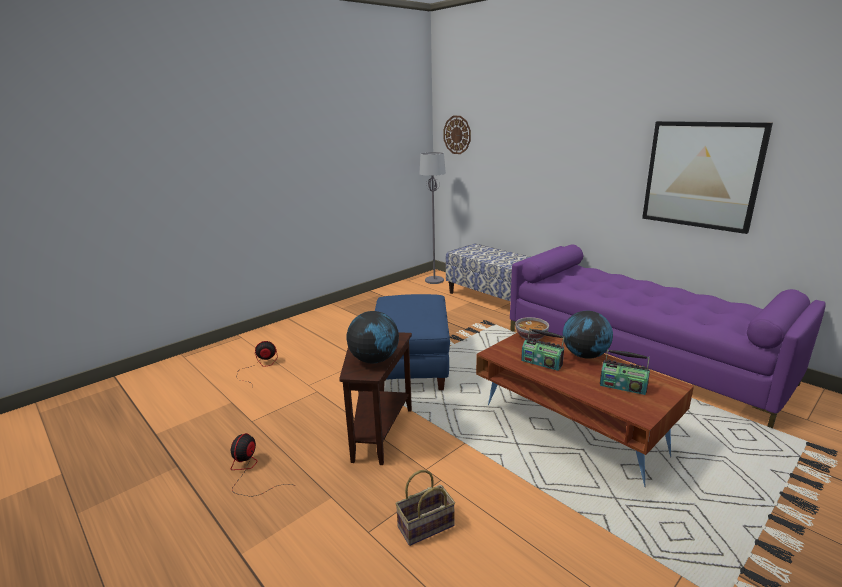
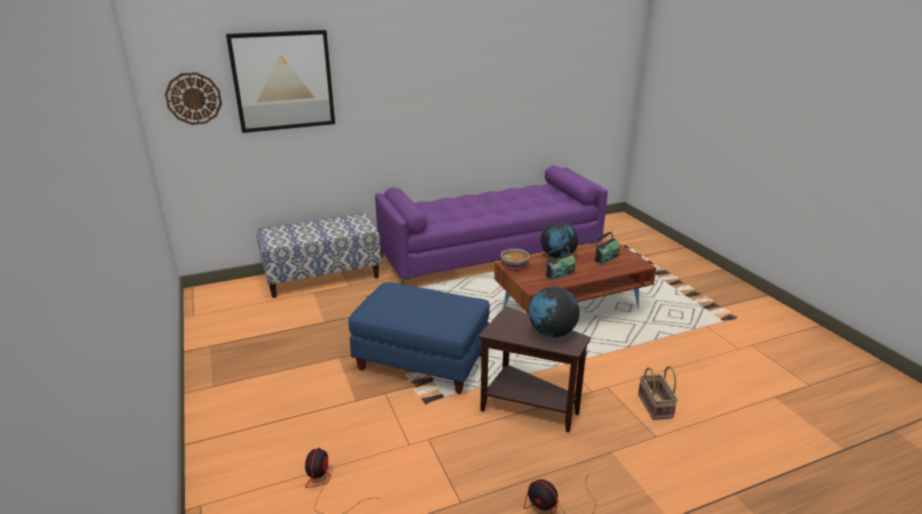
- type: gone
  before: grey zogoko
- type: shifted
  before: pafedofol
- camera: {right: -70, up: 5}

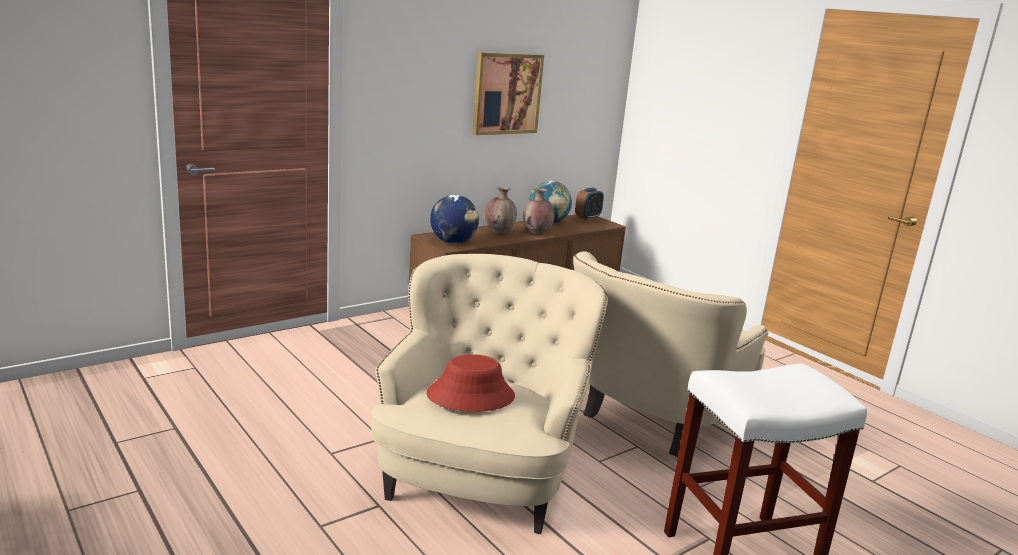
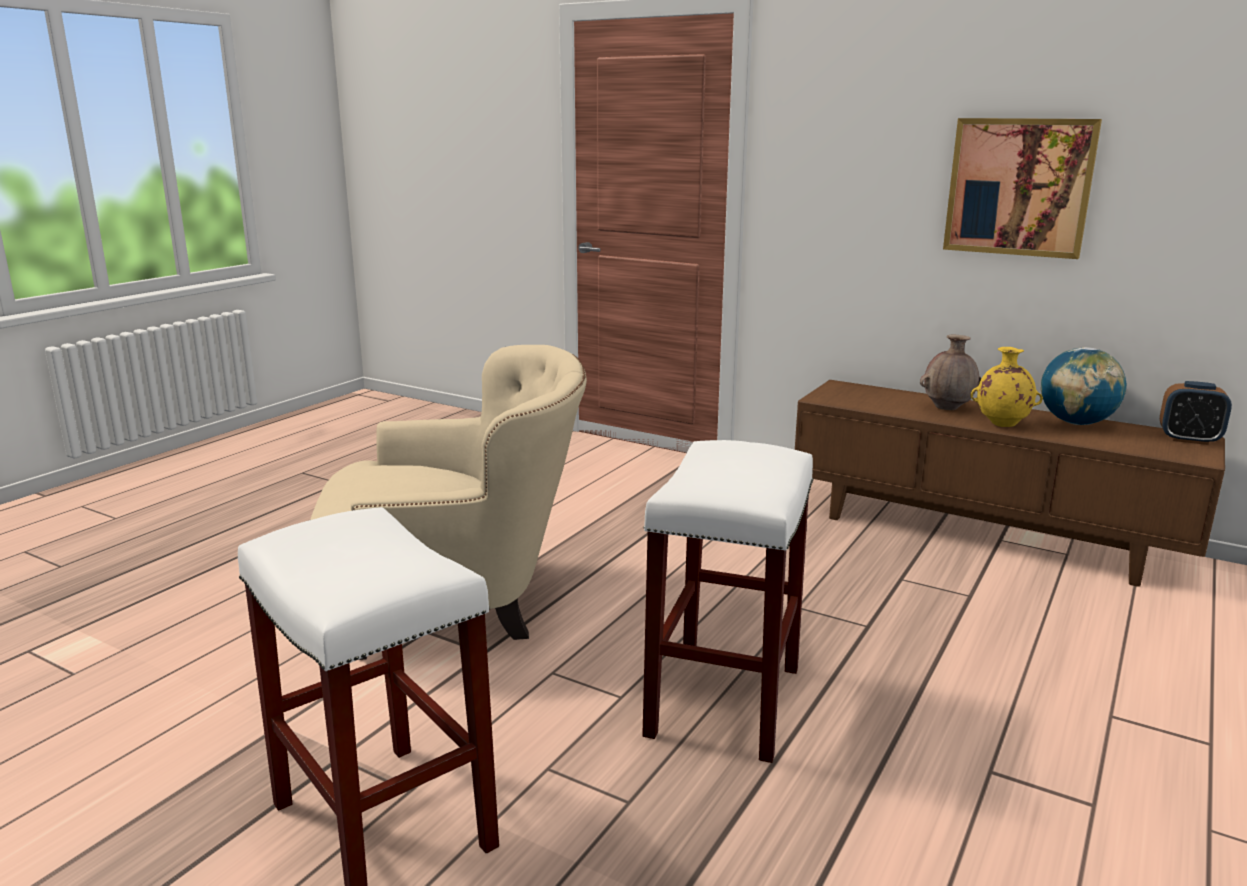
- type: gone
  before: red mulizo
- type: gone
  before: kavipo (no. 1 from left)
- type: swapped
  before: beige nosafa (no. 2 from left)
  after: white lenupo (no. 2 from left)
- type: repainted
  before: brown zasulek (no. 2 from left)
  after: yellow zasulek
- camera: {right: 70, up: 0}

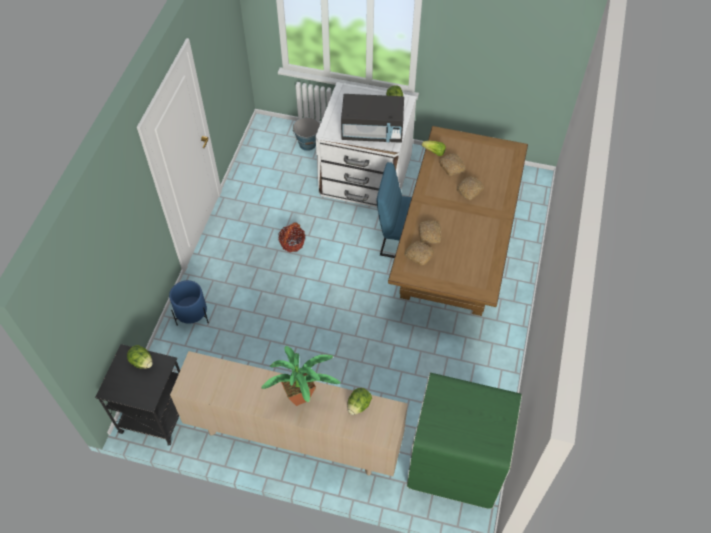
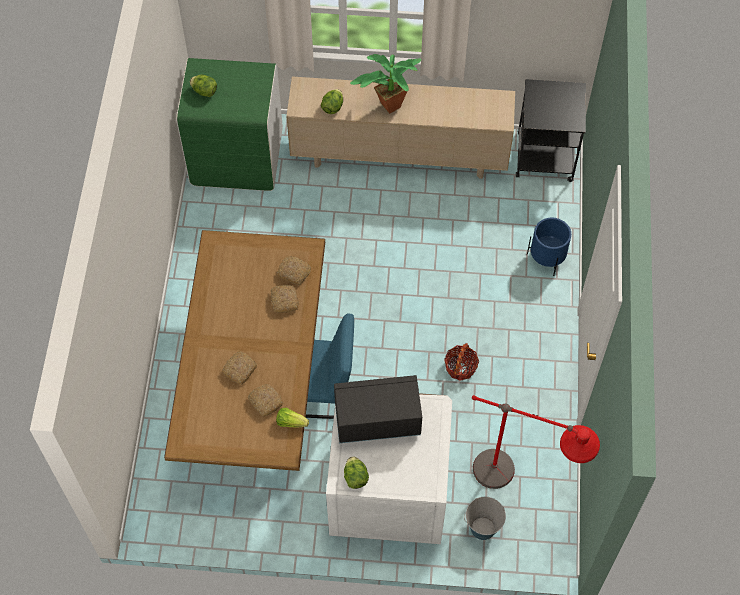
- type: new
  after: red zogoko
- type: shifted
  before: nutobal (no. 1 from left)
- camera: {right: 170, up: 5}

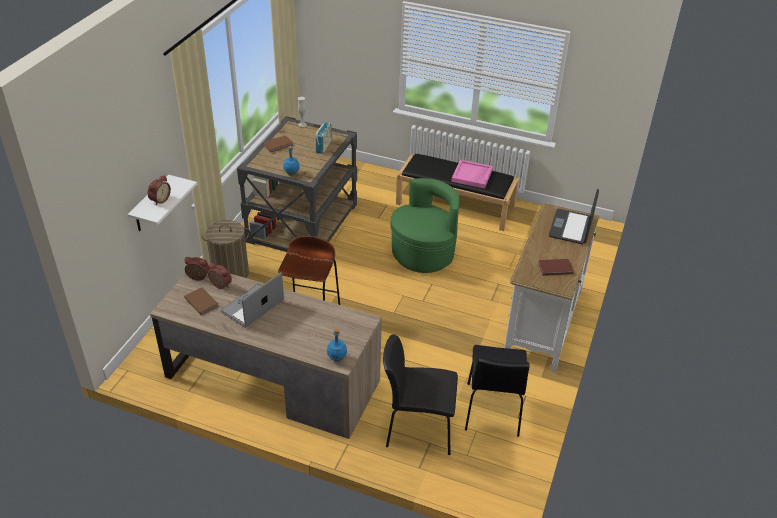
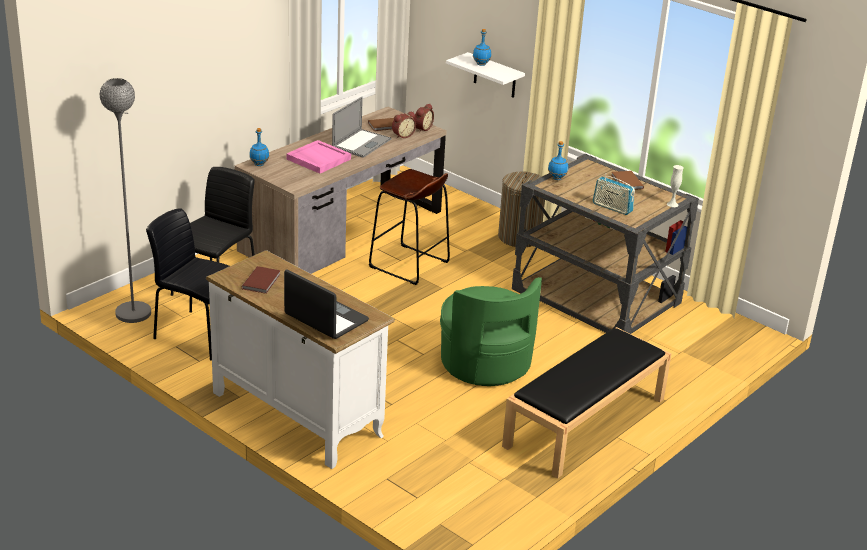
- type: new
  after: grey zogoko
- type: shifted
  before: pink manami
- type: swapped
  before: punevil (no. 1 from left)
  after: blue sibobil (no. 2 from left)
- type: rotated
  before: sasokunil (no. 1 from left in the first image)
  turn: 60
- camera: {right: 110, up: -10}

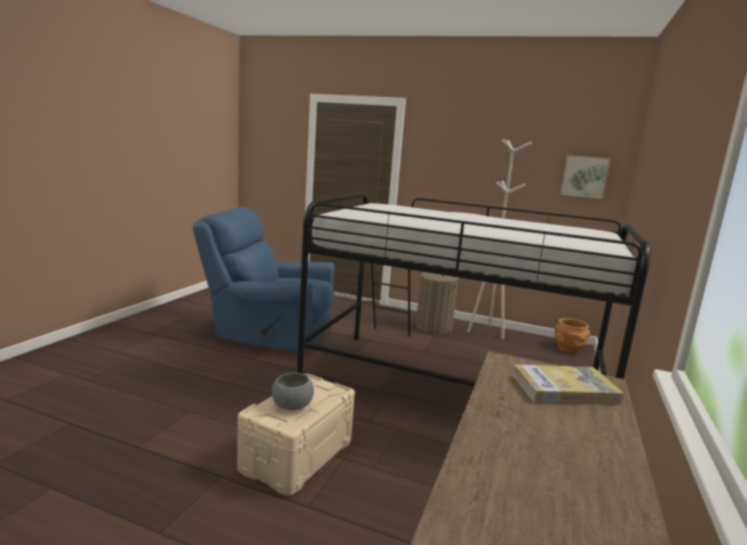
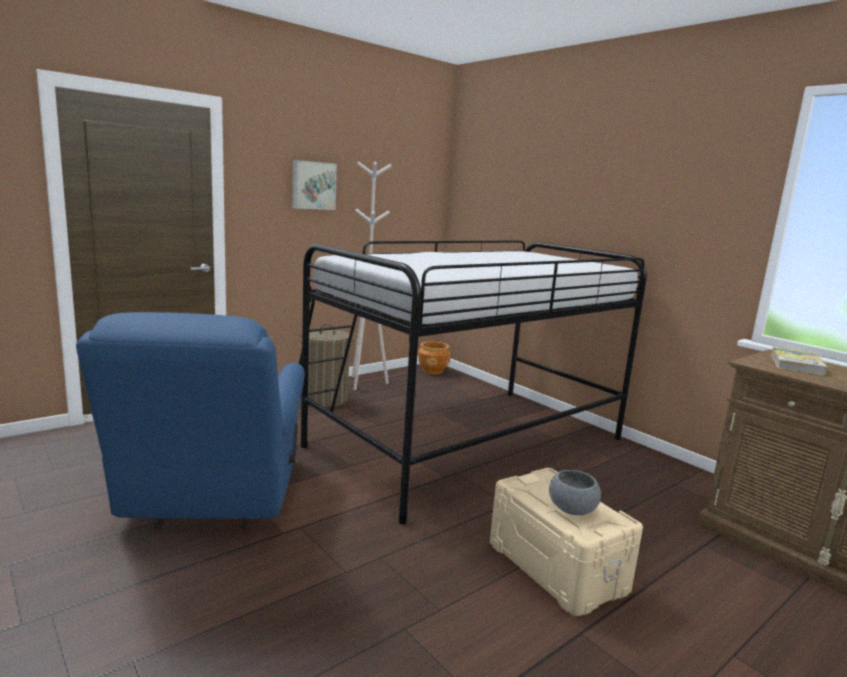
- type: shifted
  before: pafedofol
- type: rotated
  before: blue nosafa
  turn: -45
- camera: {right: -60, up: 0}

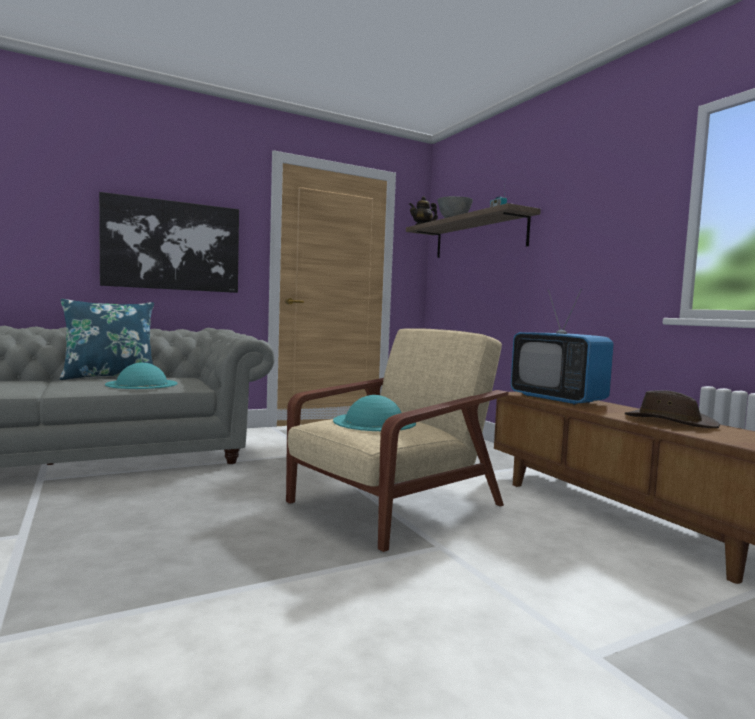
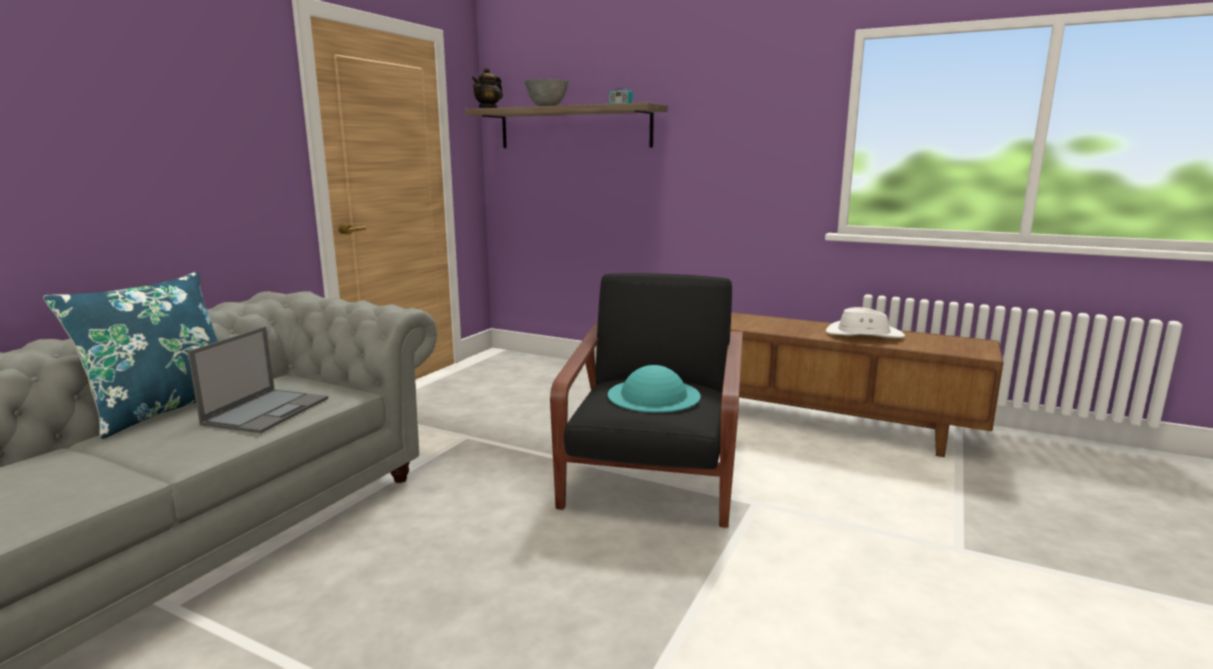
- type: gone
  before: pafedofol
- type: gone
  before: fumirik
- type: swapped
  before: turquoise mulizo (no. 1 from left)
  after: sasokunil
- type: repainted
  before: beige nosafa
  after: black nosafa
- type: repainted
  before: brown mulizo
  after: white mulizo
- camera: {right: -35, up: 10}

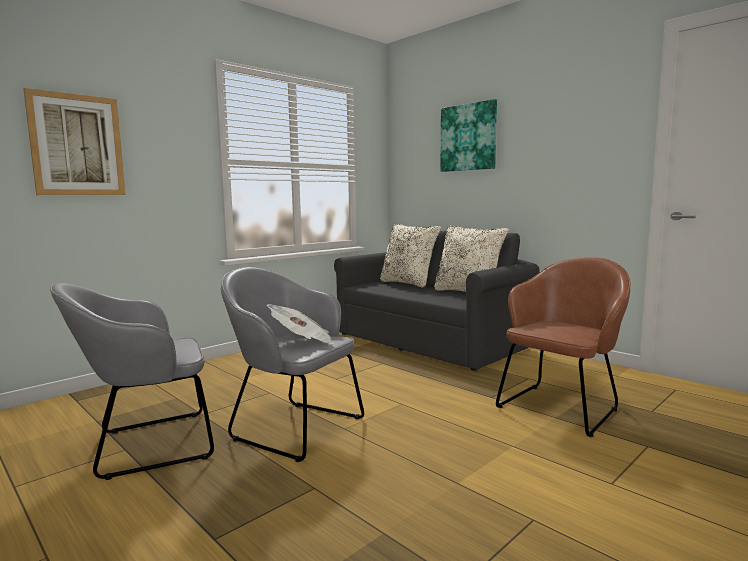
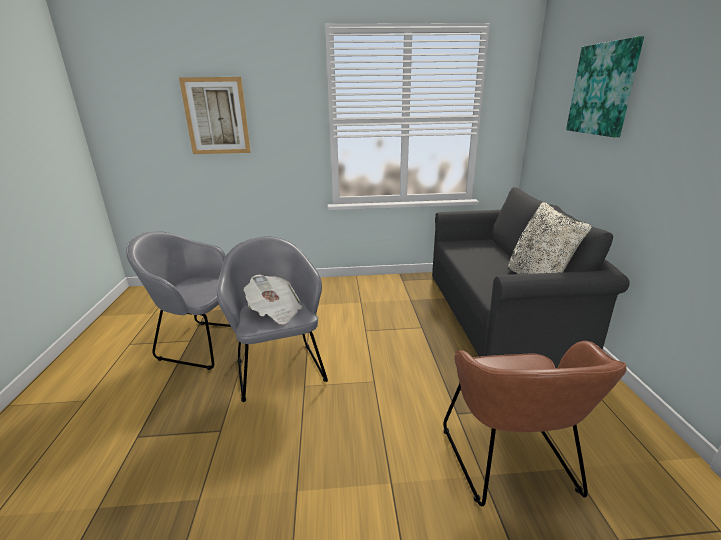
- type: gone
  before: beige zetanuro (no. 1 from left)
- type: rotated
  before: brown nosafa
  turn: 90
- camera: {right: 40, up: 15}

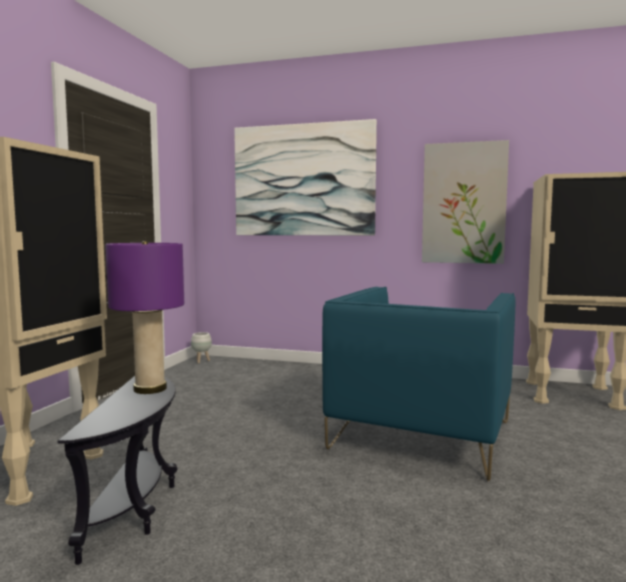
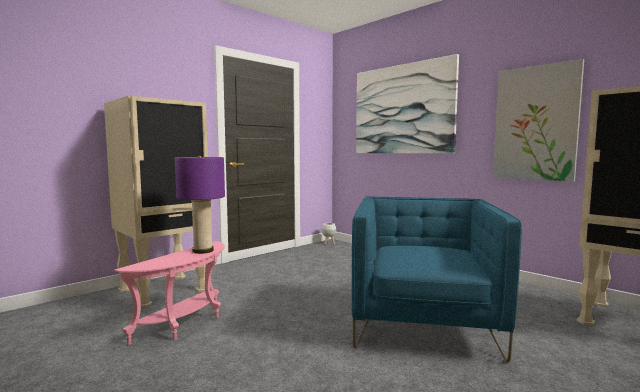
- type: repainted
  before: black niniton
  after: pink niniton
- type: rotated
  before: blue nosafa
  turn: 135
- camera: {right: 30, up: 0}

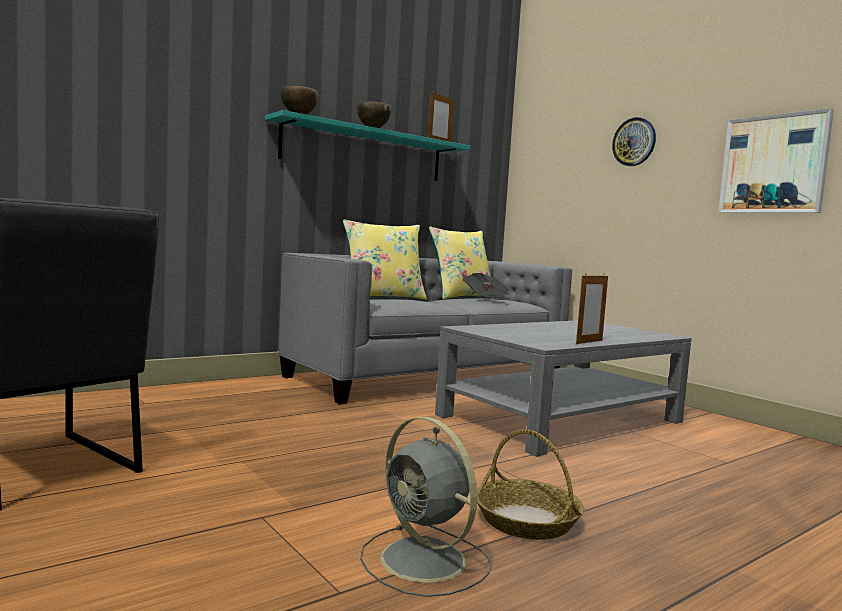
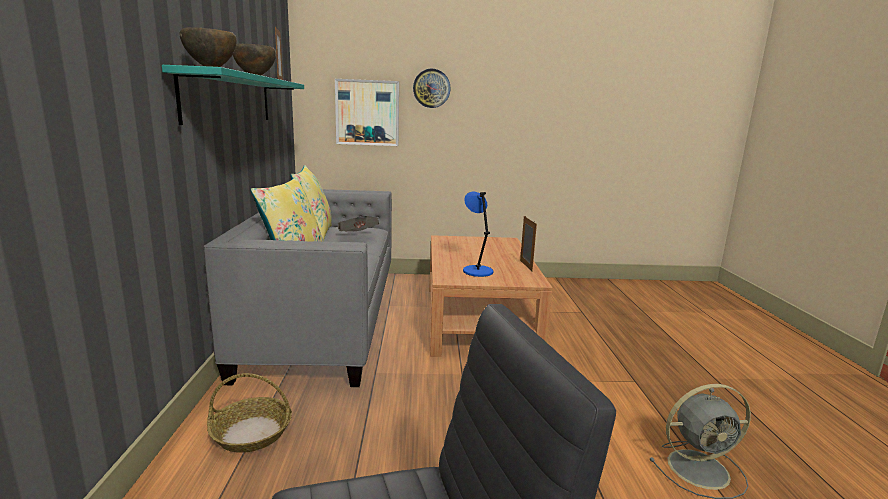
- type: new
  after: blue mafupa
- type: shifted
  before: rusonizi
- type: shifted
  before: pafedofol
- type: repainted
  before: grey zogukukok
  after: brown zogukukok
- camera: {right: -55, up: 10}

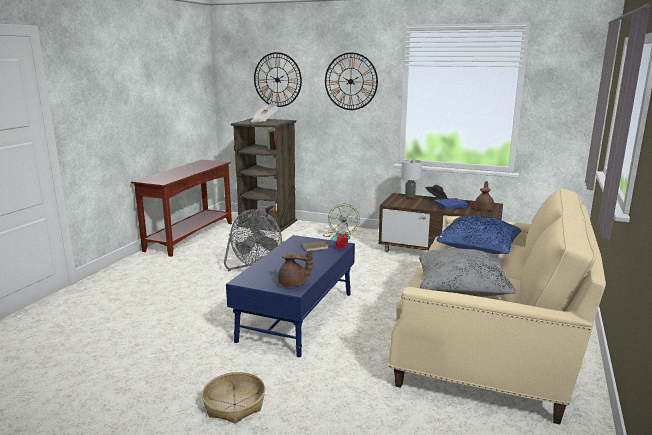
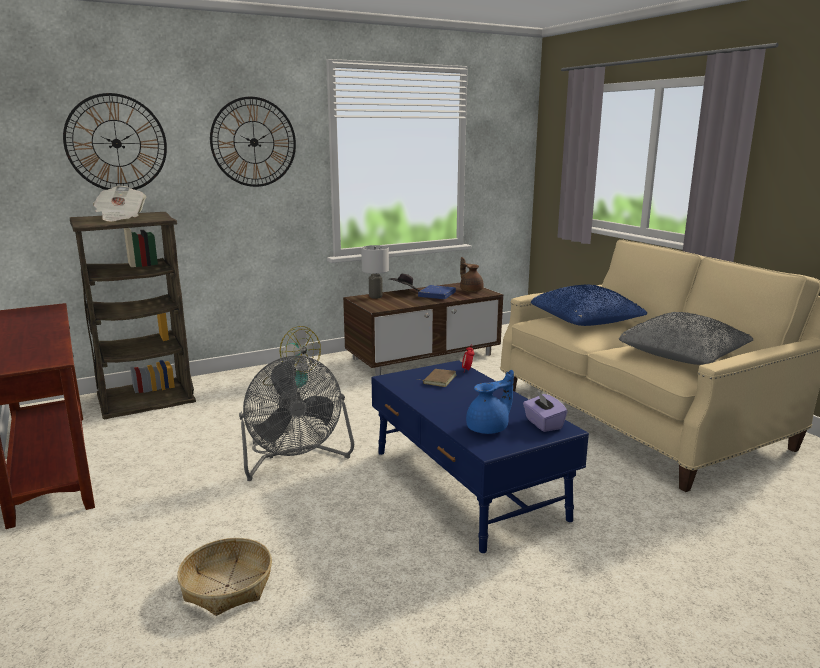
- type: new
  after: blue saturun
- type: shifted
  before: rusonizi
- type: swapped
  before: brown saturun (no. 1 from left)
  after: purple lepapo
- camera: {right: -50, up: 0}

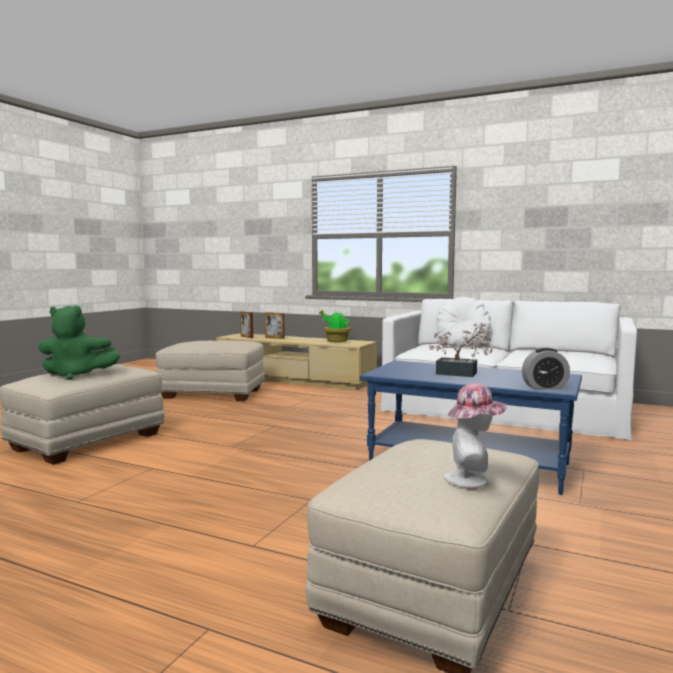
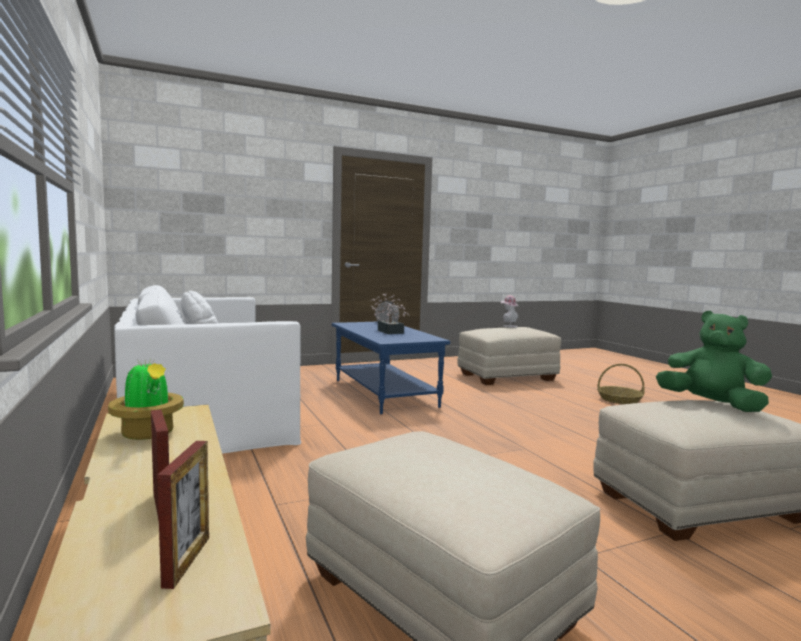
- type: new
  after: rusonizi
- camera: {right: -140, up: 0}

